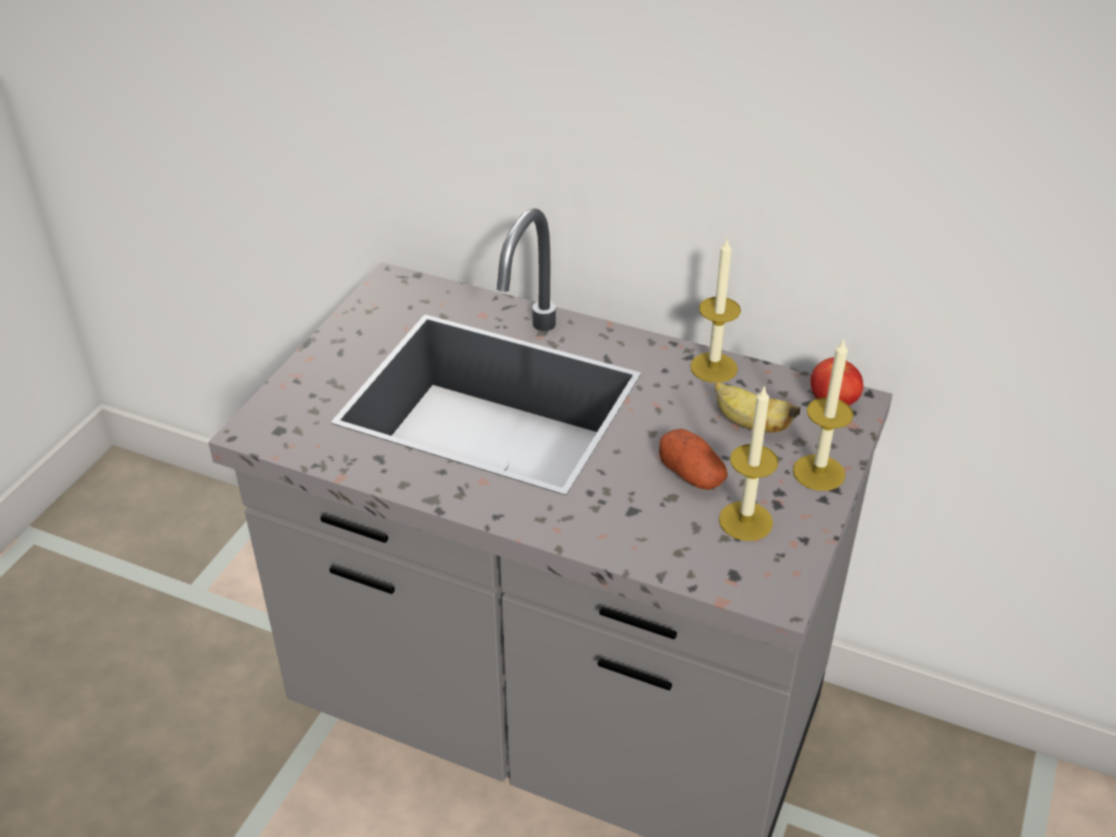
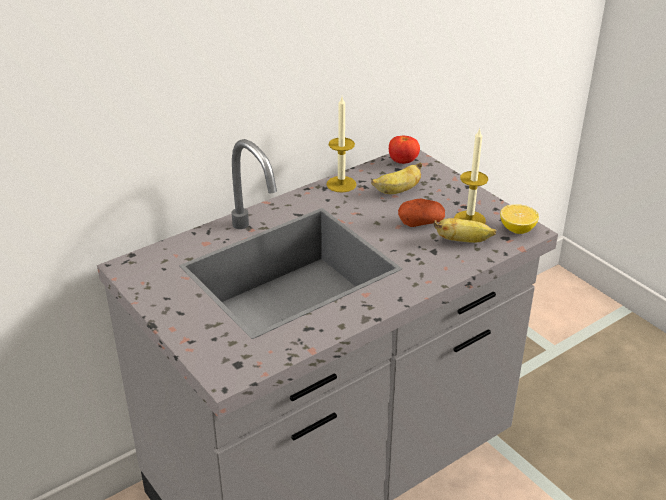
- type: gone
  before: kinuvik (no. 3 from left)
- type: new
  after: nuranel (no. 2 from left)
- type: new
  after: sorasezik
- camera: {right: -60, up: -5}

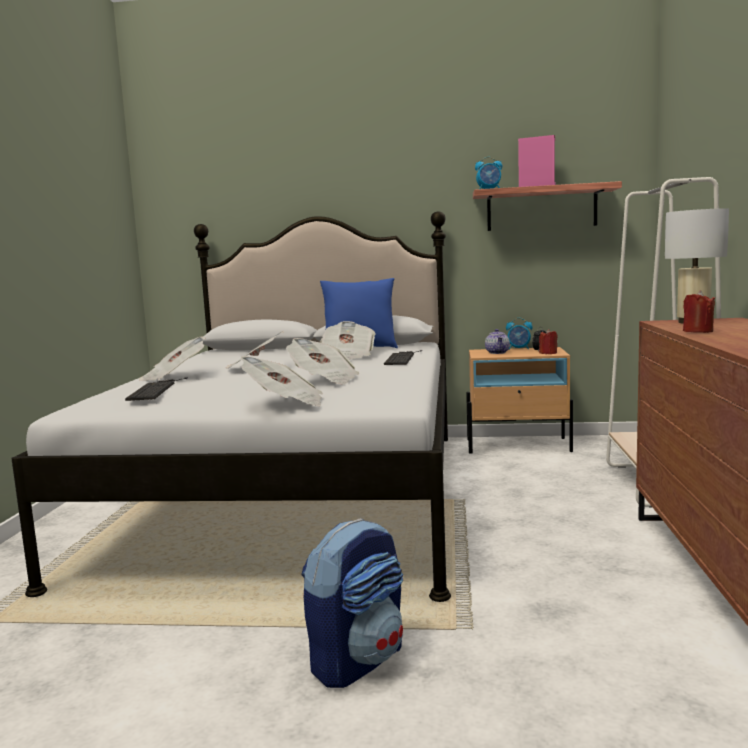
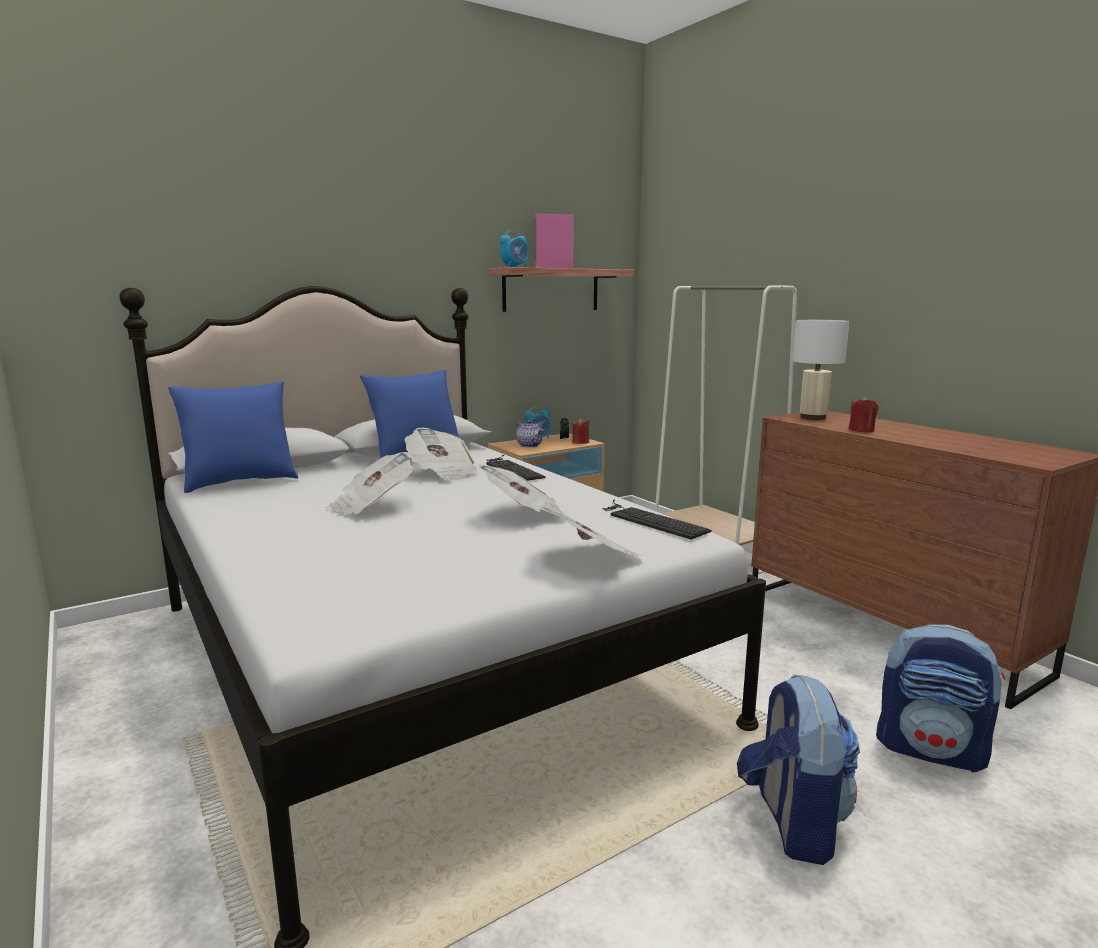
- type: gone
  before: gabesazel (no. 1 from left)
- type: new
  after: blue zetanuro (no. 1 from left)
- type: new
  after: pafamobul (no. 2 from left)
- type: shifted
  before: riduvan (no. 1 from left in the first image)
  after: riduvan (no. 2 from left)
- camera: {right: -40, up: 5}

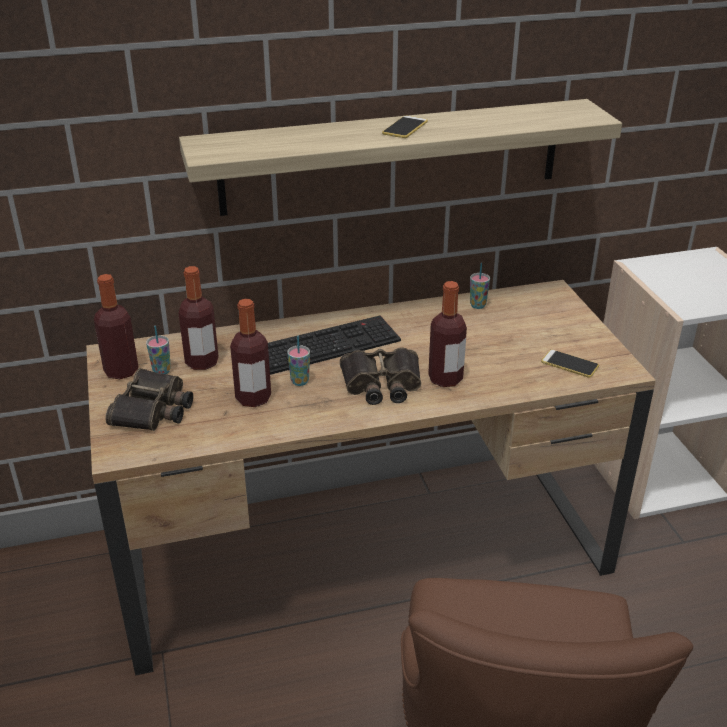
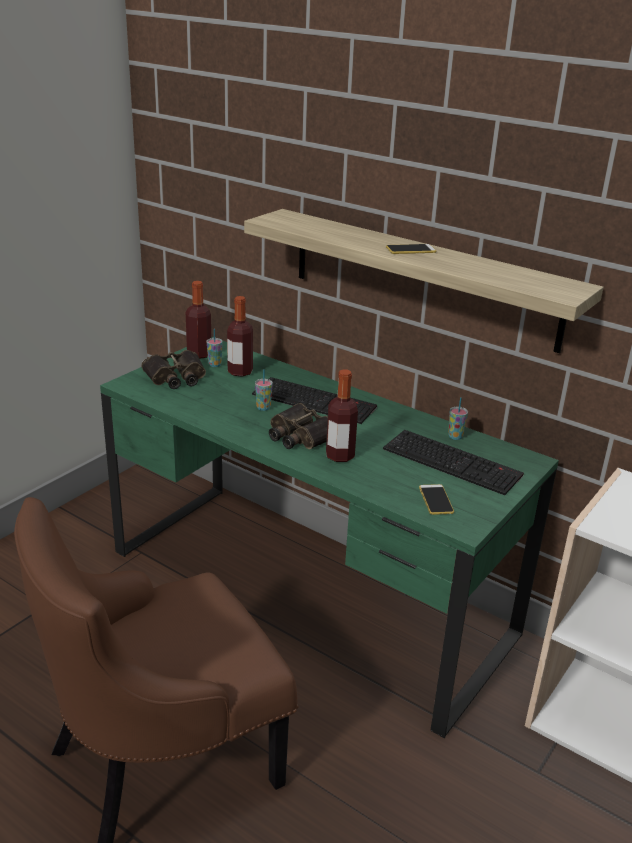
- type: gone
  before: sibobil (no. 3 from left)
- type: new
  after: riduvan (no. 2 from left)
- type: repainted
  before: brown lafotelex
  after: green lafotelex
- camera: {right: 50, up: -5}

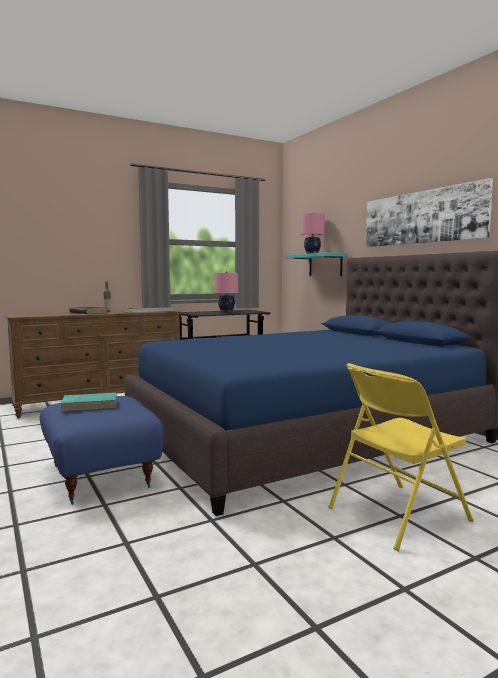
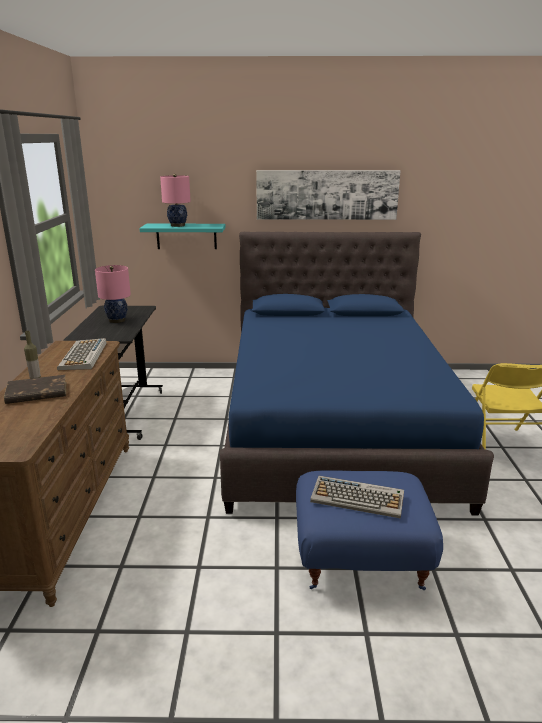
- type: swapped
  before: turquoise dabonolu
  after: riduvan (no. 2 from left)
- camera: {right: -60, up: 15}

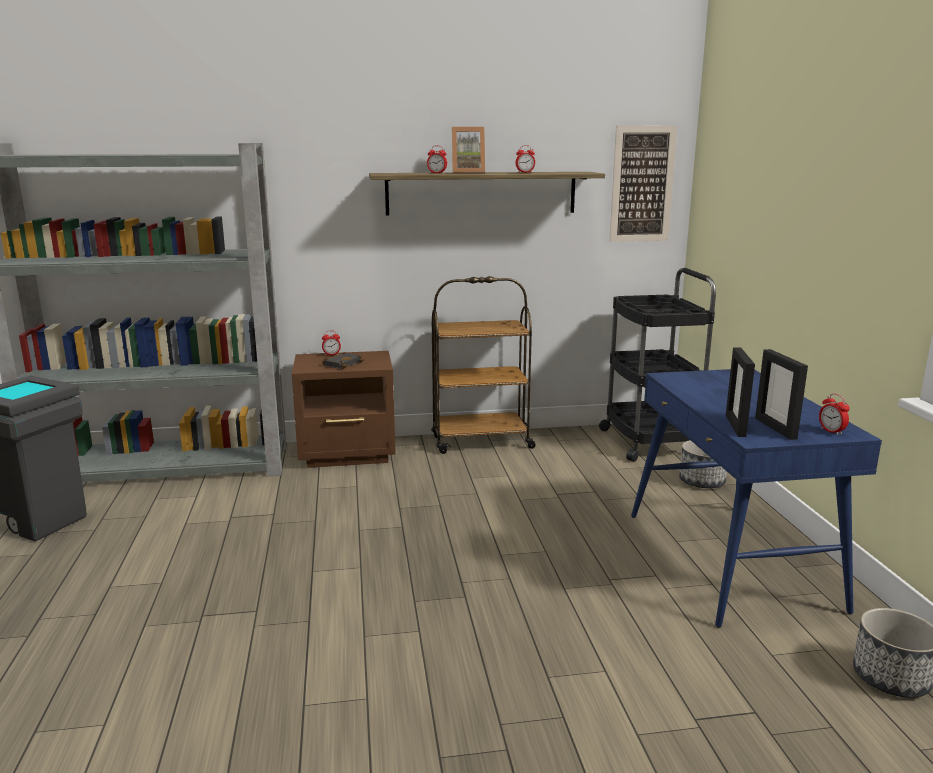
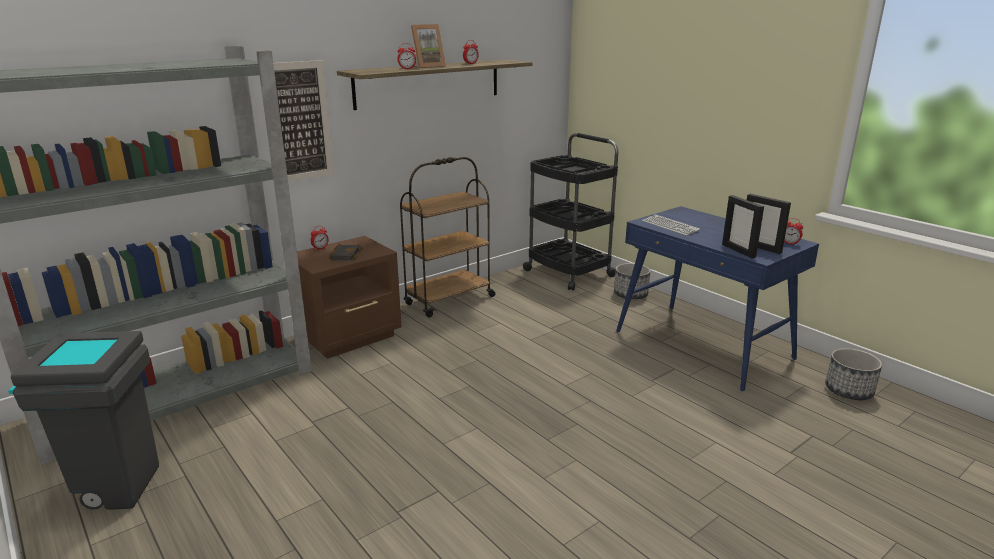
- type: new
  after: riduvan
- type: shifted
  before: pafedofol
- camera: {right: -30, up: 5}

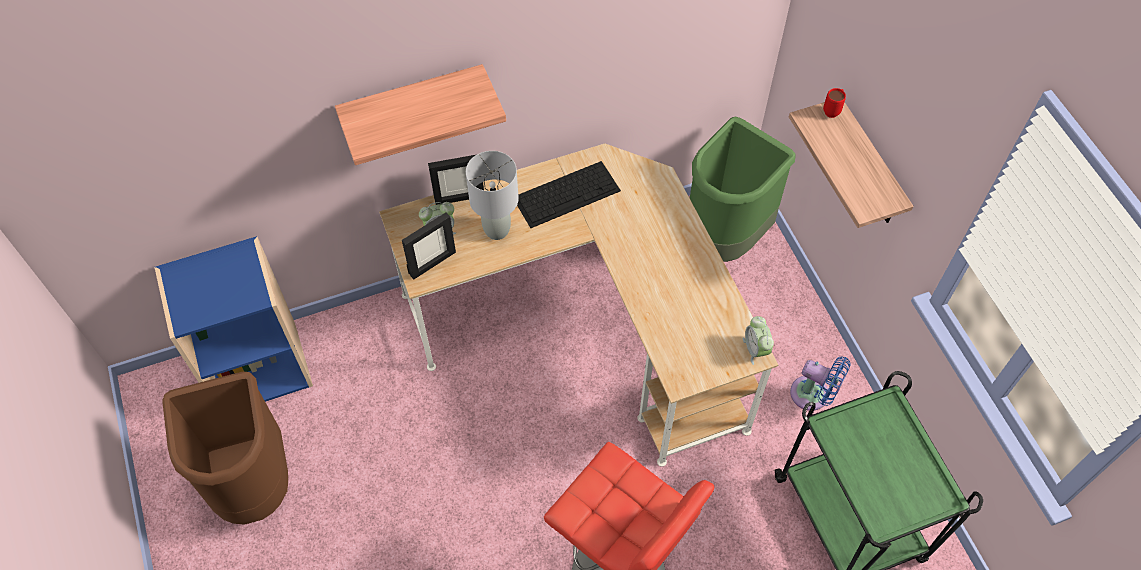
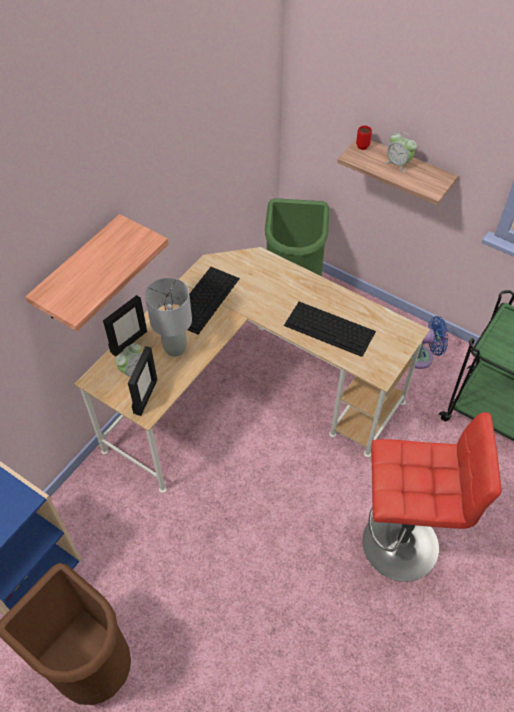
- type: new
  after: riduvan (no. 2 from left)
- type: shifted
  before: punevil (no. 2 from left)
- camera: {right: -35, up: -5}

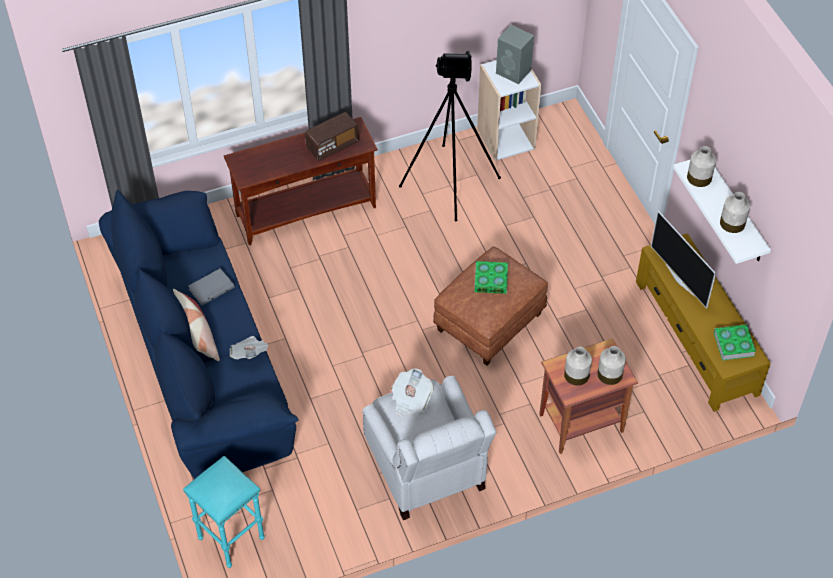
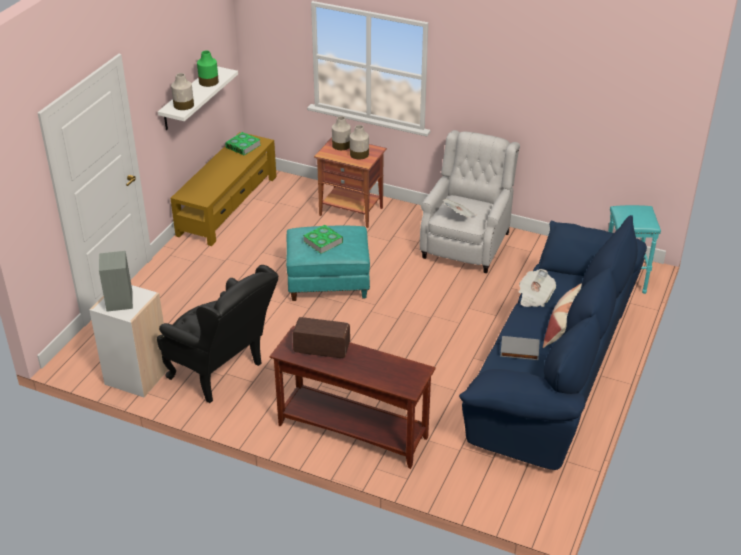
- type: gone
  before: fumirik
- type: swapped
  before: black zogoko
  after: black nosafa
- type: repainted
  before: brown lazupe
  after: turquoise lazupe
- type: repainted
  before: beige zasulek (no. 4 from left)
  after: green zasulek
- camera: {right: -135, up: -15}

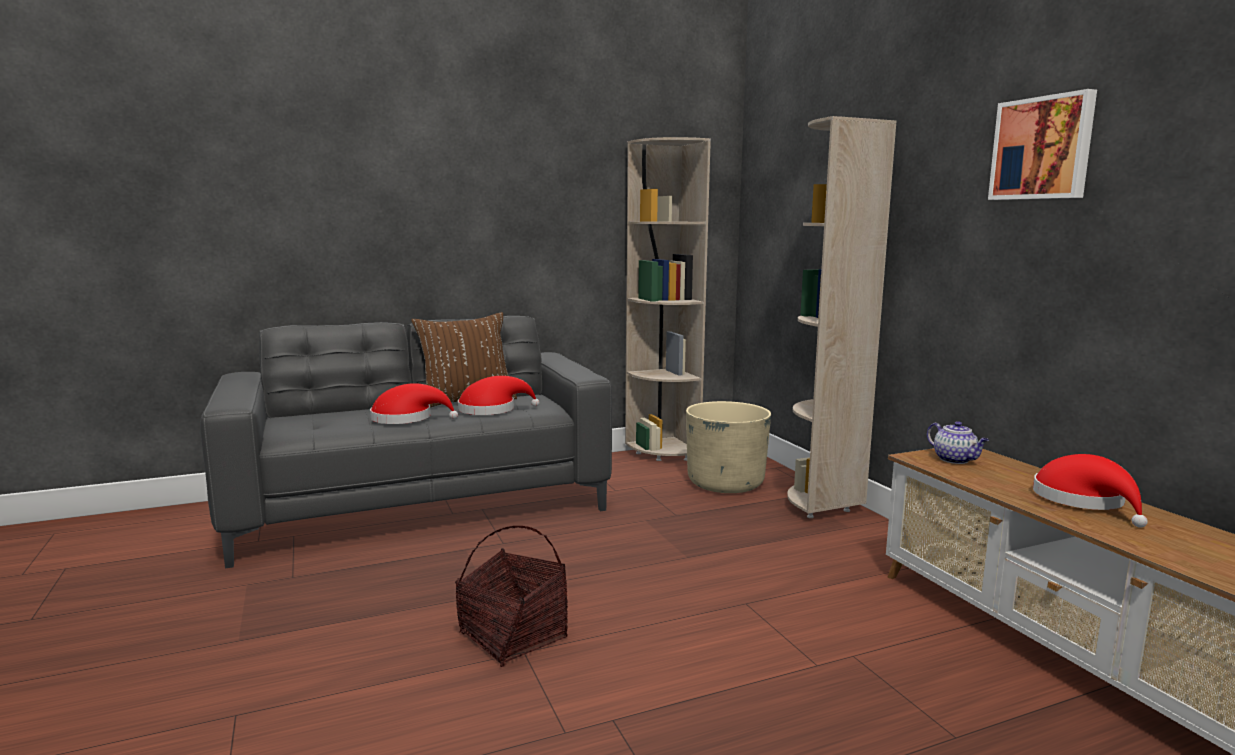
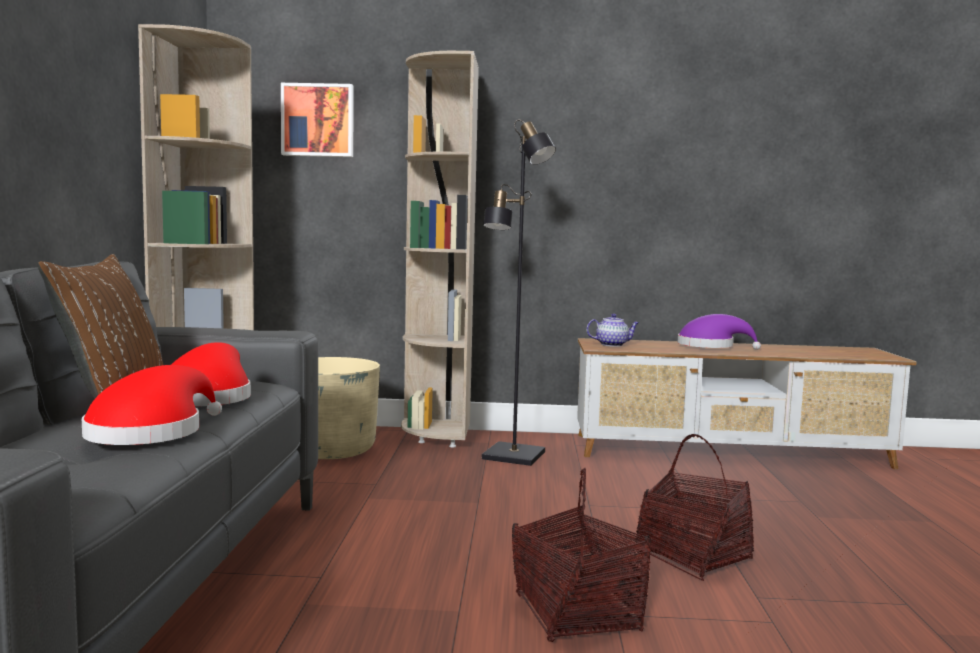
- type: new
  after: black zogoko
- type: new
  after: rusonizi (no. 2 from left)
- type: shifted
  before: pafedofol
- type: repainted
  before: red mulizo (no. 3 from left)
  after: purple mulizo
- camera: {right: -65, up: -5}

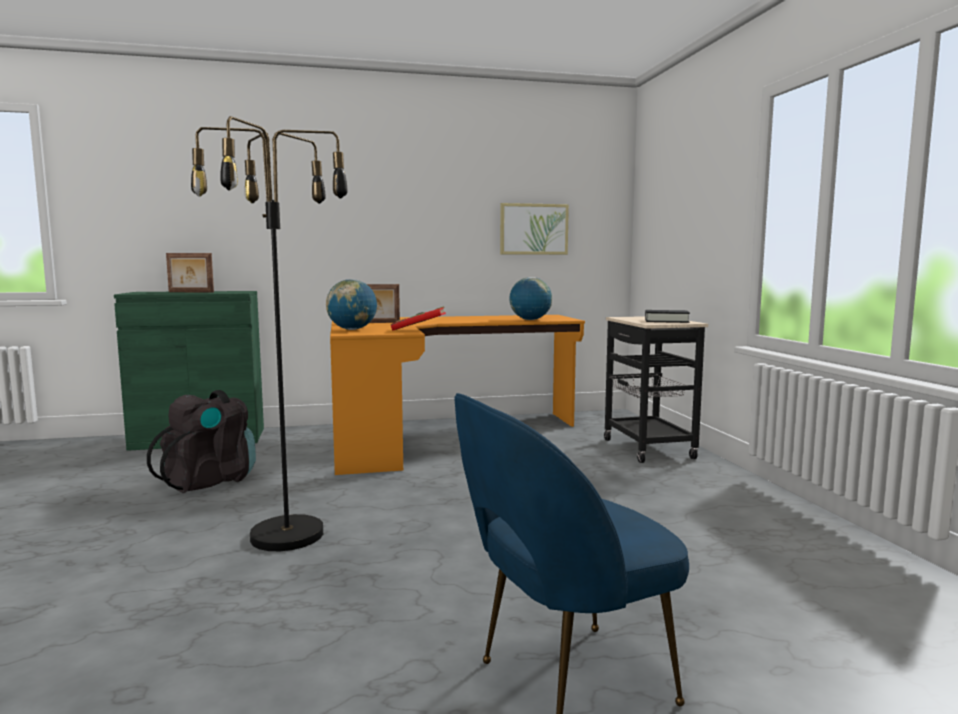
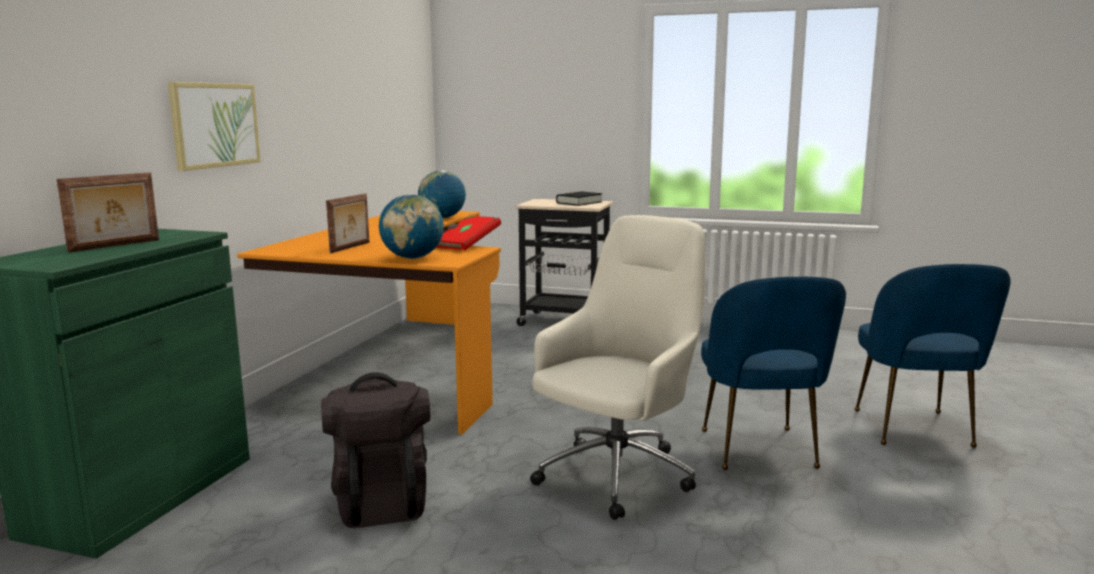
- type: new
  after: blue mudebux (no. 1 from left)
- type: shifted
  before: pafedofol
- type: swapped
  before: zogoko
  after: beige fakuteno
- camera: {right: -60, up: 5}

